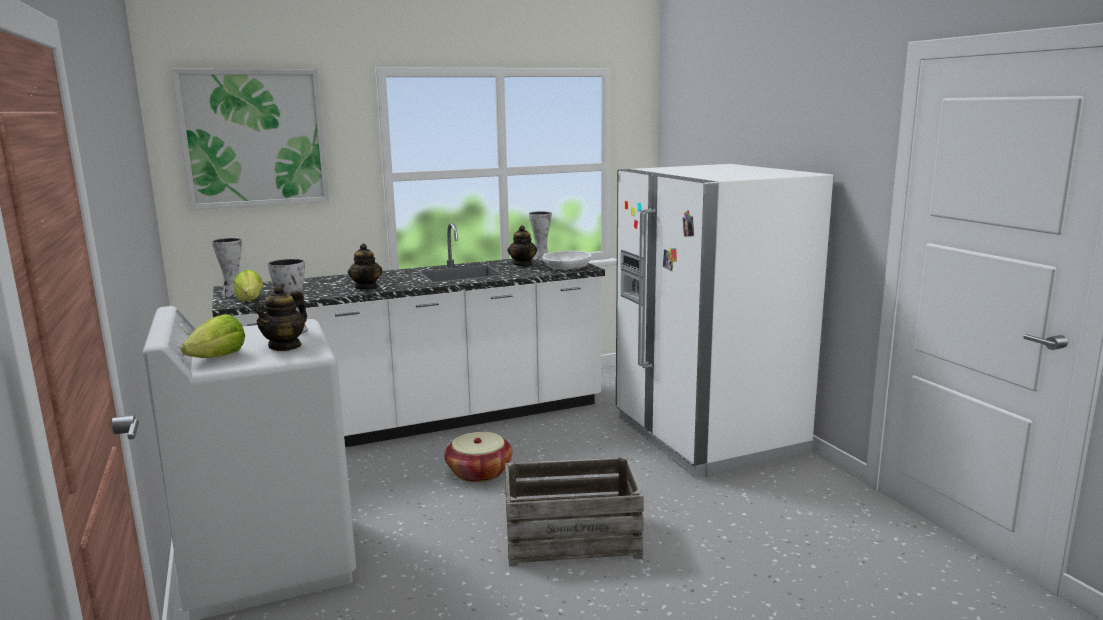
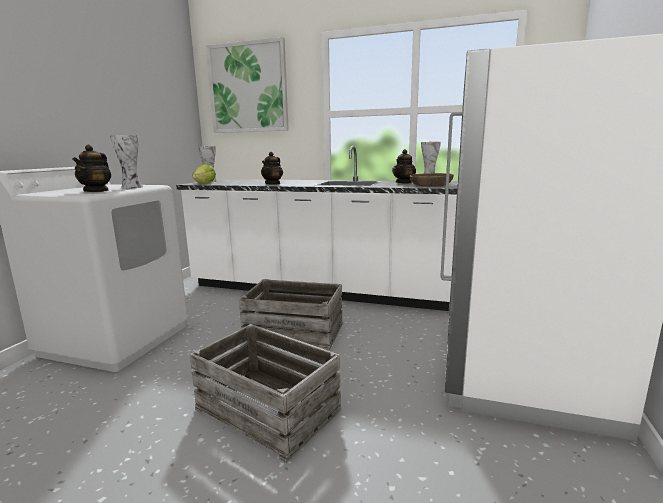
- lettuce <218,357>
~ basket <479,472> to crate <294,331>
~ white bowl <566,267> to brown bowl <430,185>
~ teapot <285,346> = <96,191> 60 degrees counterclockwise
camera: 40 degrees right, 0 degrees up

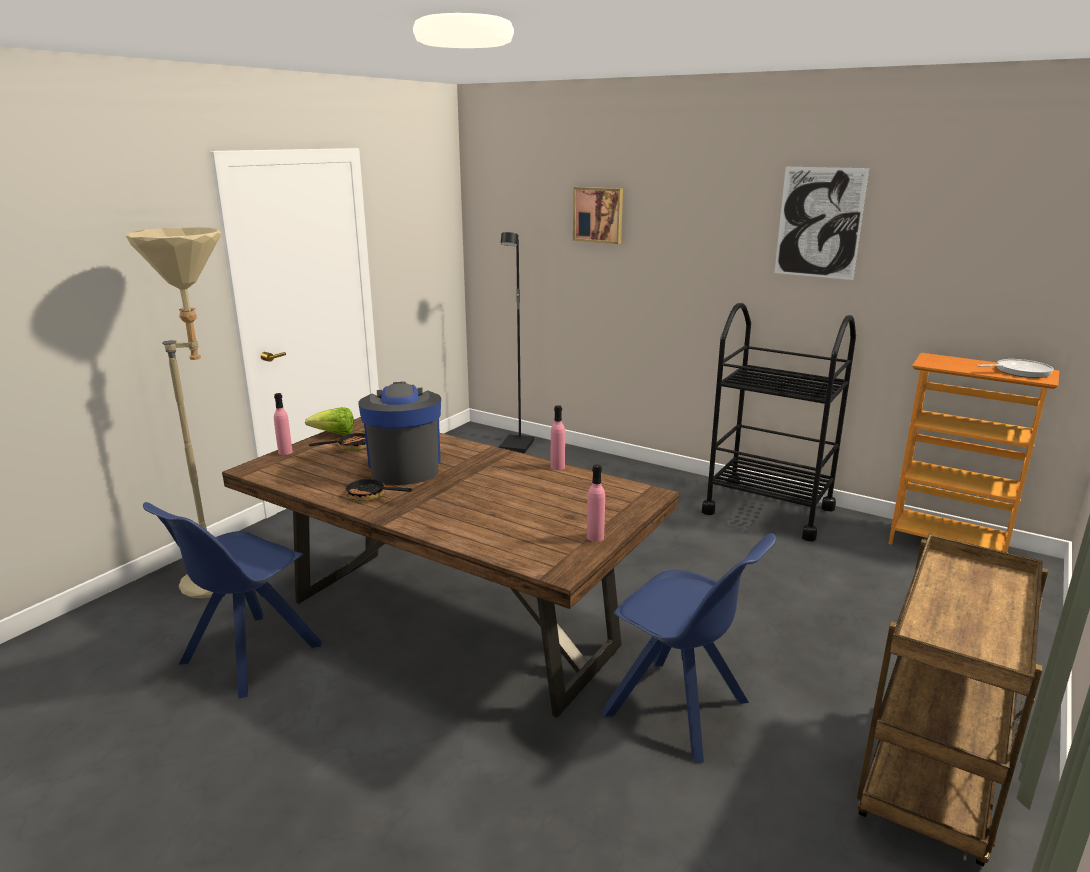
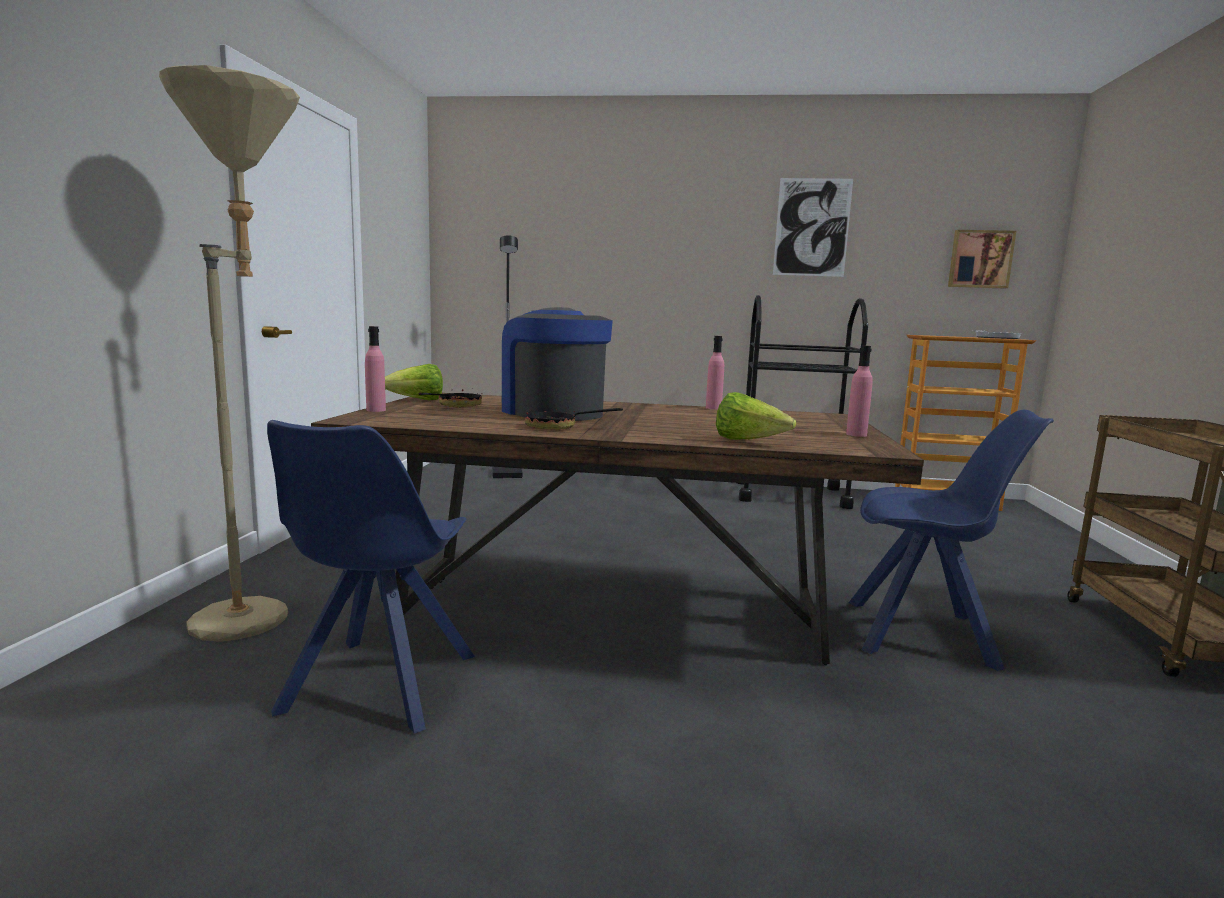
+ lettuce <748,441>
~ picture <598,215> to <980,259>
camera: 25 degrees left, 10 degrees down

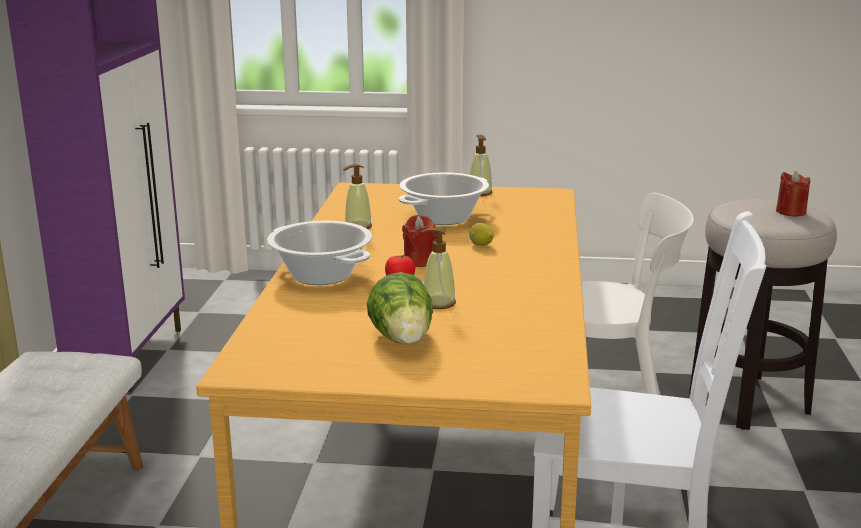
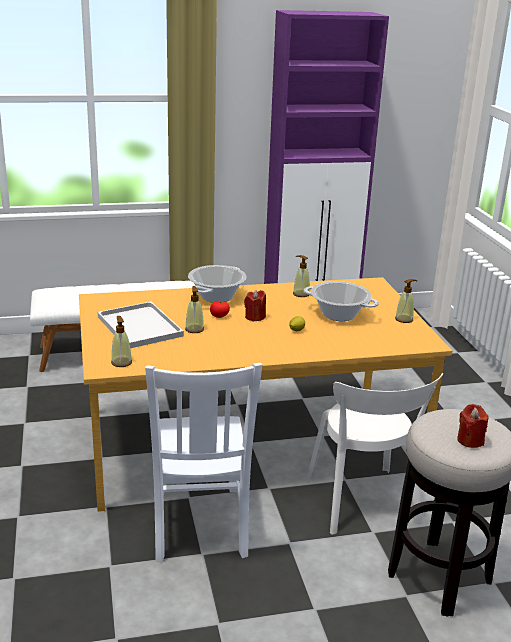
+ soap dispenser <121,362>
~ lettuce <403,340> to white tray <141,327>
camera: 70 degrees right, 5 degrees up

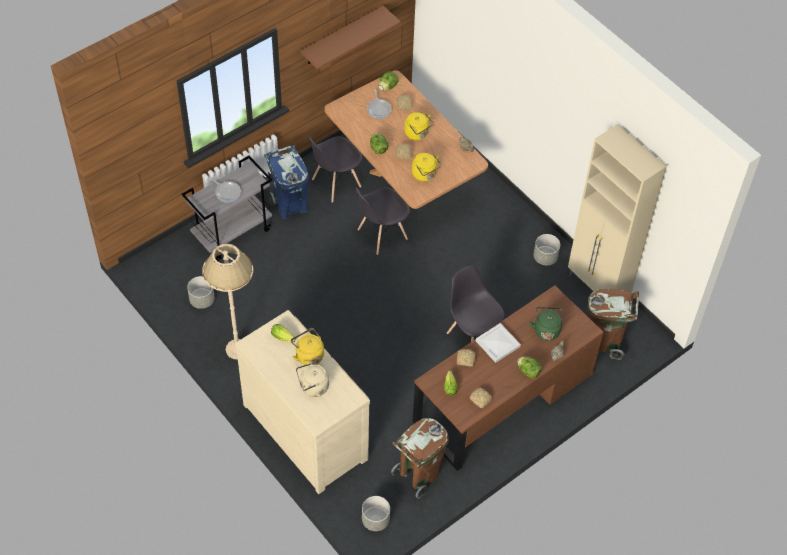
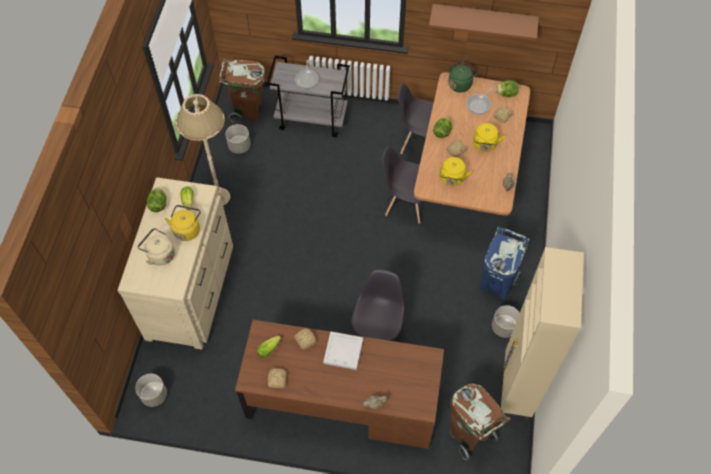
~ blue trash can <290,206> to <496,284>
~ brown trash can <418,475> to <248,110>
~ lettuce <528,371> to <158,205>
~ green kettle <546,329> to <460,84>
camera: 50 degrees right, 5 degrees up

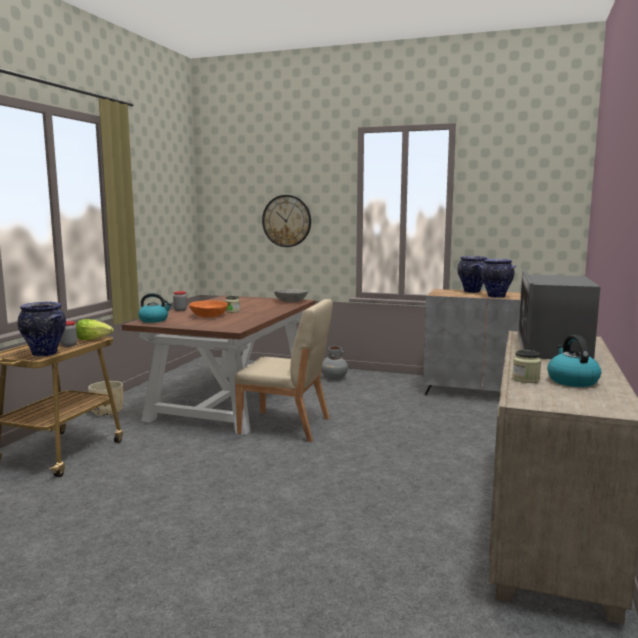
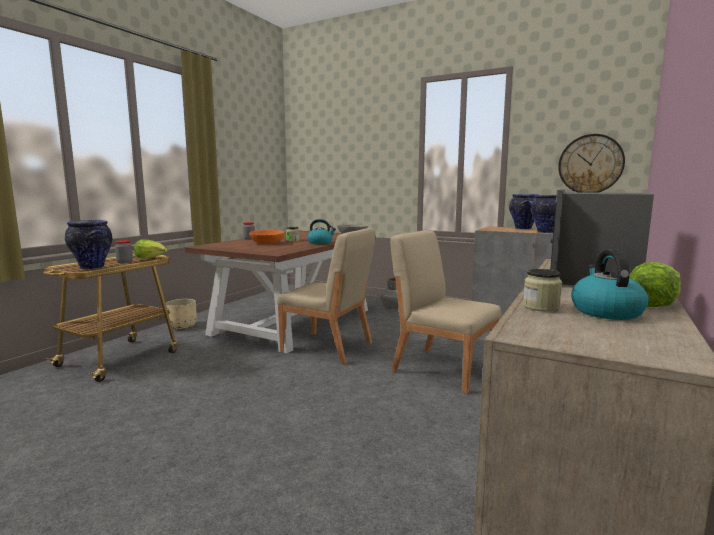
+ beige chair <442,369>
+ lettuce <654,303>
~ kettle <154,320> to <320,243>
~ wall clock <287,221> to <590,164>
camera: 10 degrees right, 0 degrees up

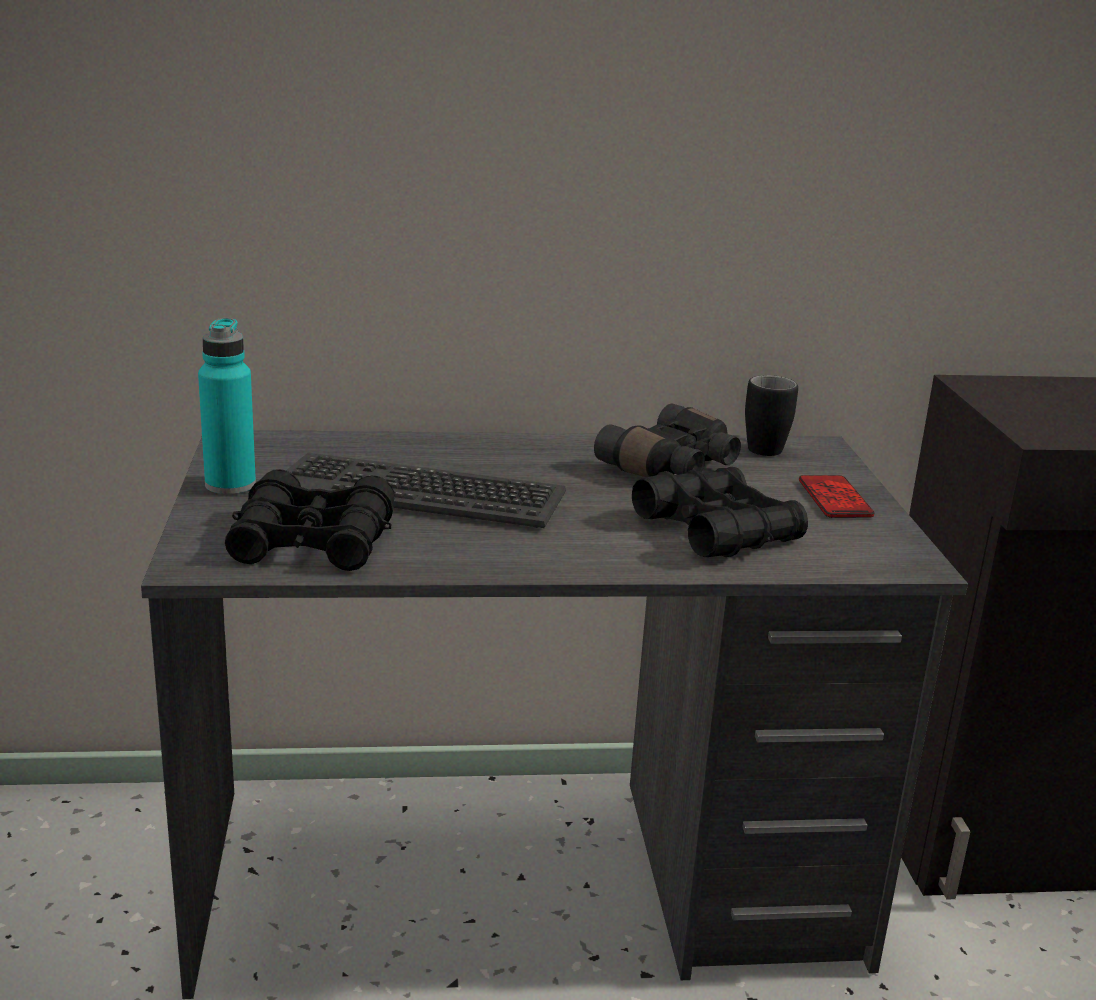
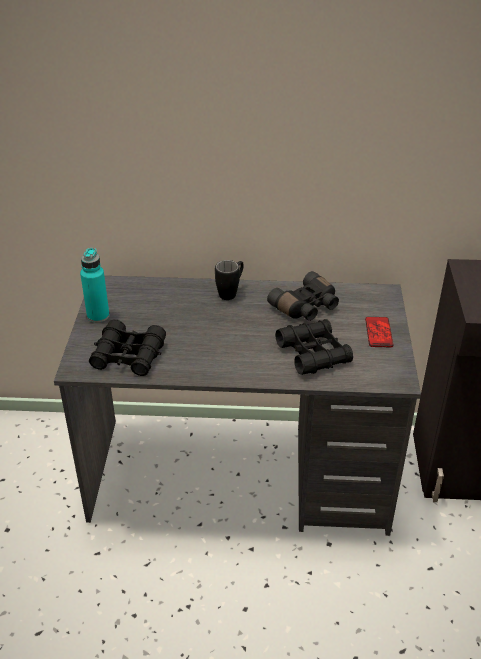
- keyboard <420,492>
~ black mug <769,446> to <231,292>
camera: 10 degrees right, 15 degrees up

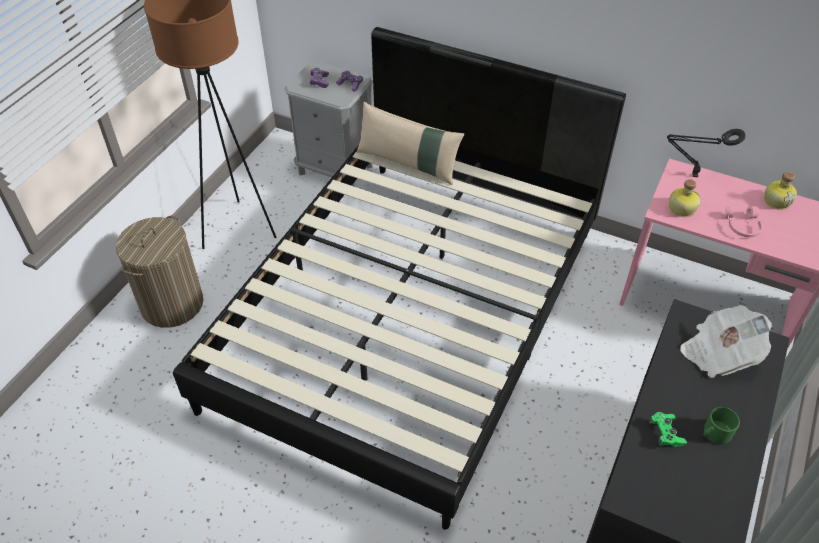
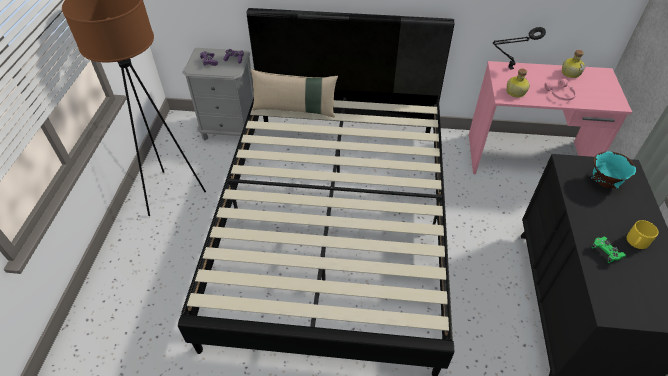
- laundry basket <172,304>
~ newspaper <719,353> to turquoise bowl <603,183>
~ green mug <714,433> to yellow mug <636,242>
camera: 20 degrees left, 0 degrees up

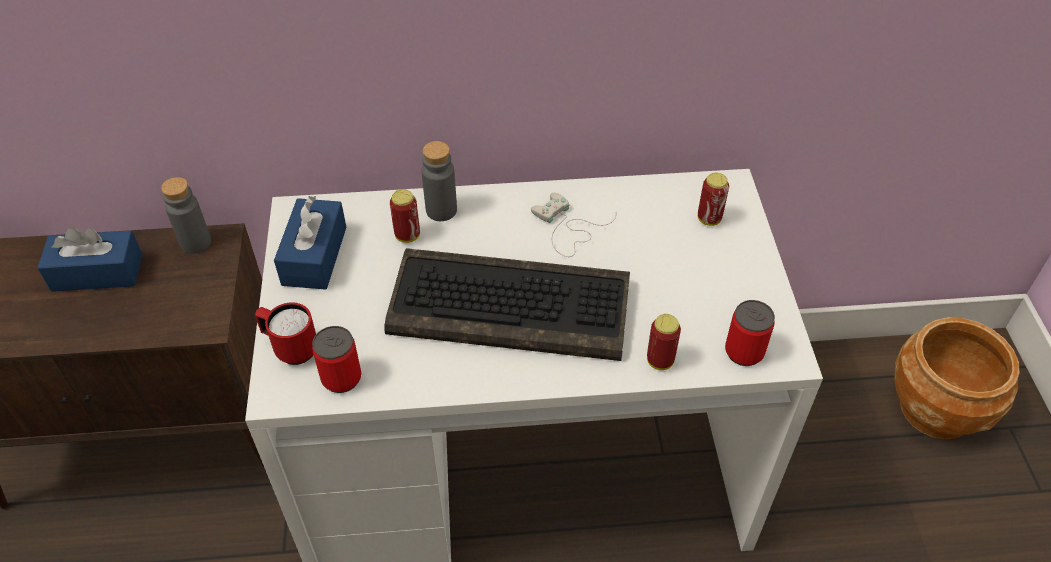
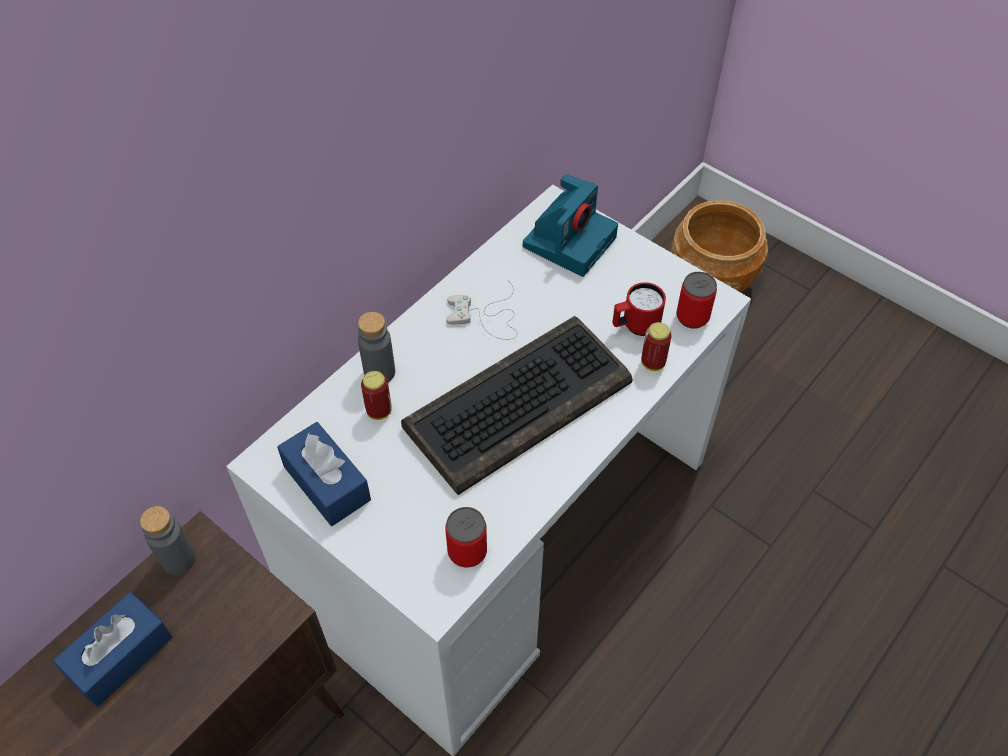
~ red mug <291,348> to <635,326>
~ can <709,219> to photo camera <570,240>
camera: 45 degrees left, 5 degrees up

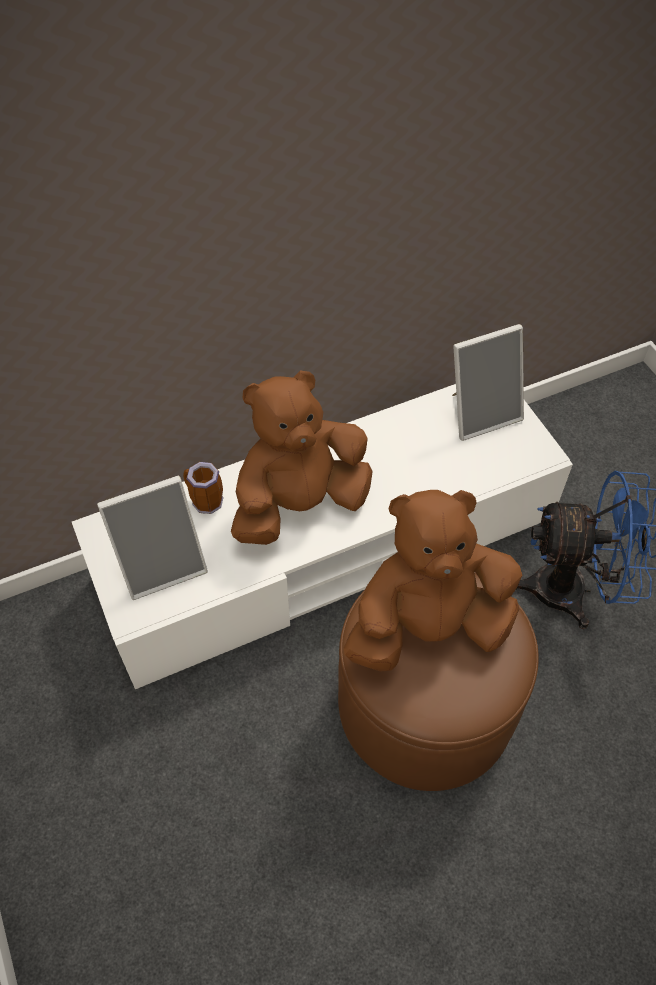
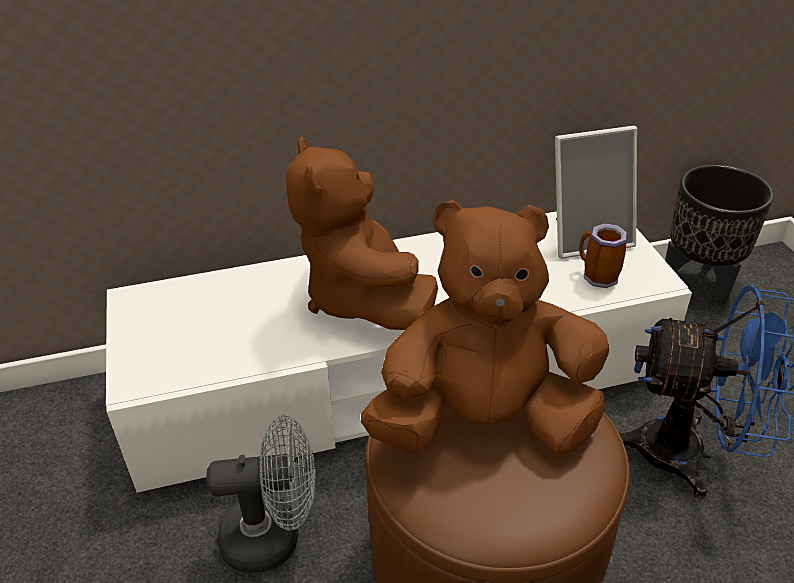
- picture frame <162,563>
+ grey fan <274,536>
+ black planter <698,283>
~ mug <204,502> to <596,277>
~ brown plush toy <299,503> = <361,298> 90 degrees counterclockwise
camera: 10 degrees right, 15 degrees down

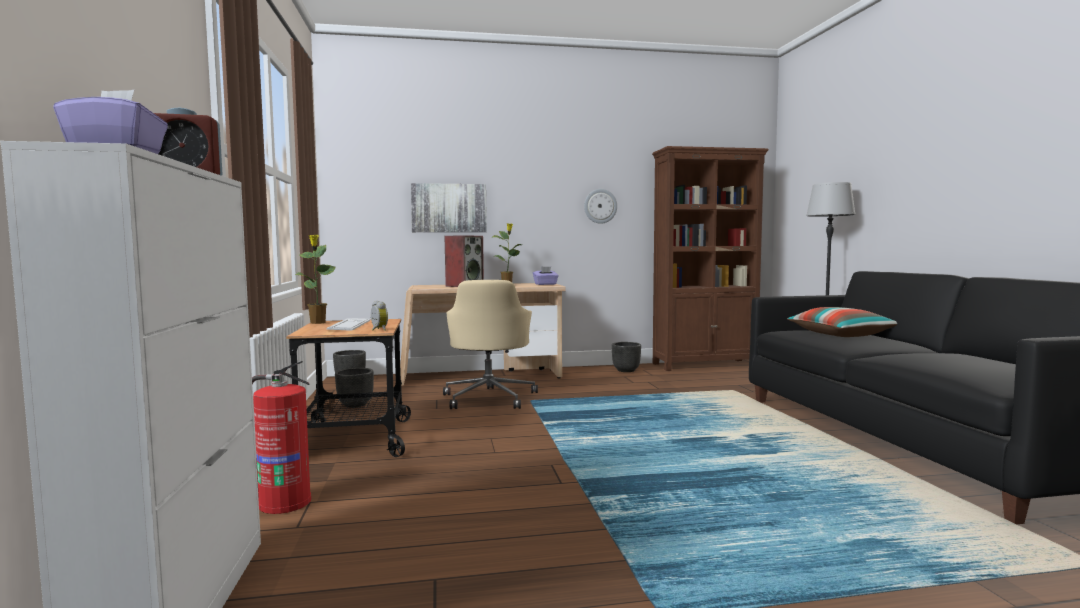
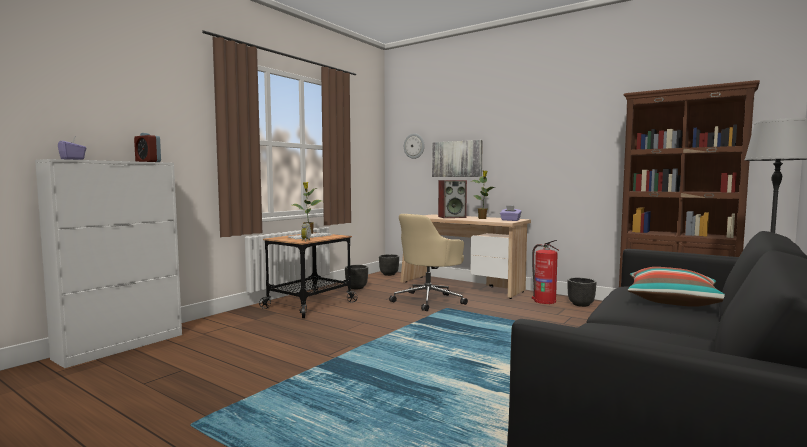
~ fire extinguisher <283,503> to <544,301>
~ wall clock <600,206> to <414,146>
camera: 45 degrees right, 0 degrees up

